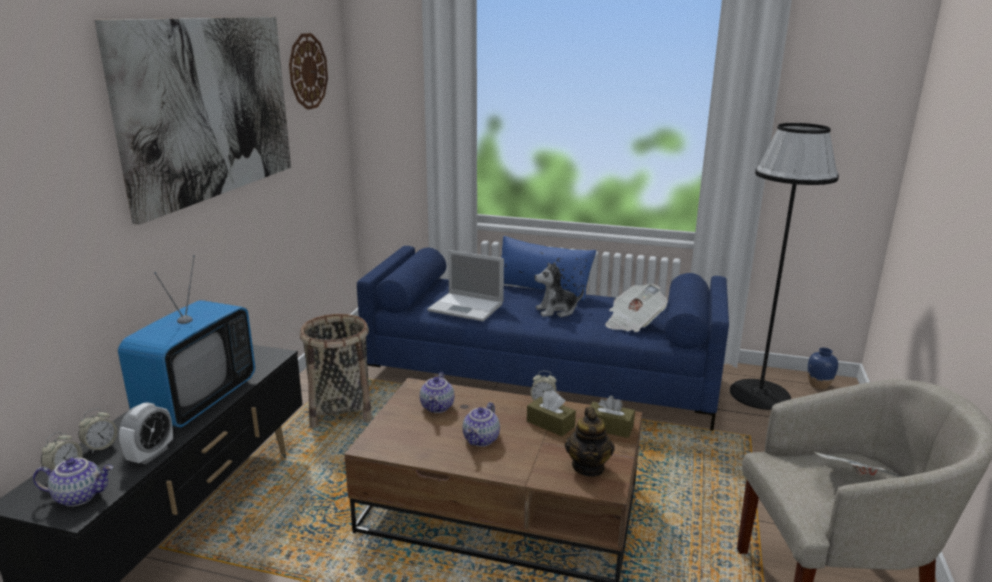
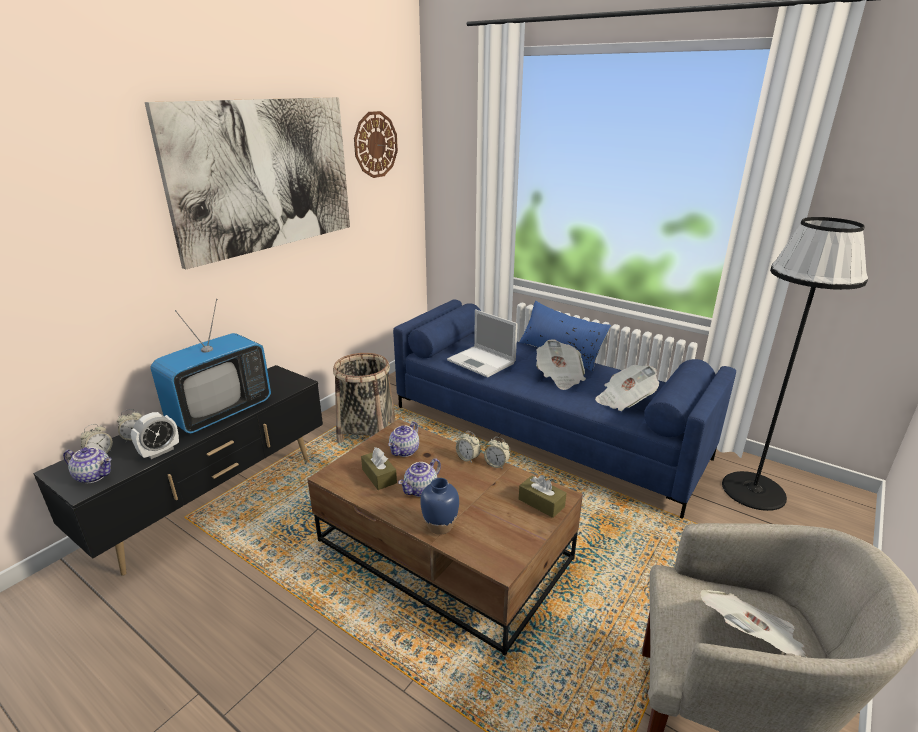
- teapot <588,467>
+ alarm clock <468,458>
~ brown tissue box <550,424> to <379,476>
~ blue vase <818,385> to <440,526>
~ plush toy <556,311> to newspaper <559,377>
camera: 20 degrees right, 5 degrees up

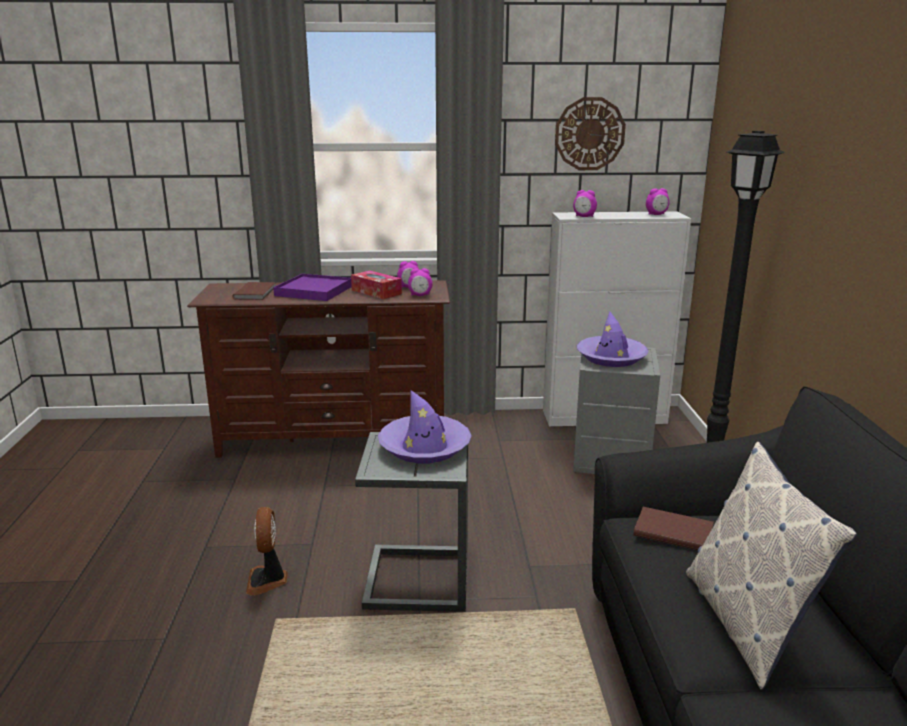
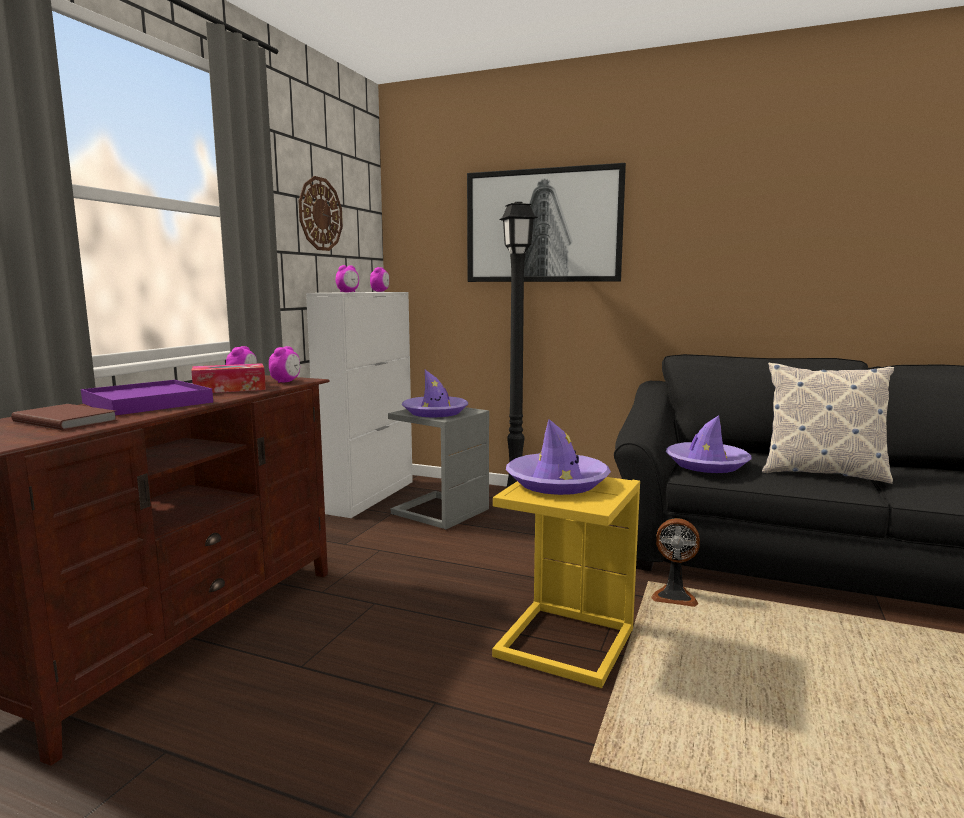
+ picture <543,226>
~ fan <267,580> to <674,596>
~ brown book <672,531> to purple hat <706,464>
~ grey side table <415,579> to yellow side table <562,645>
camera: 65 degrees left, 10 degrees down

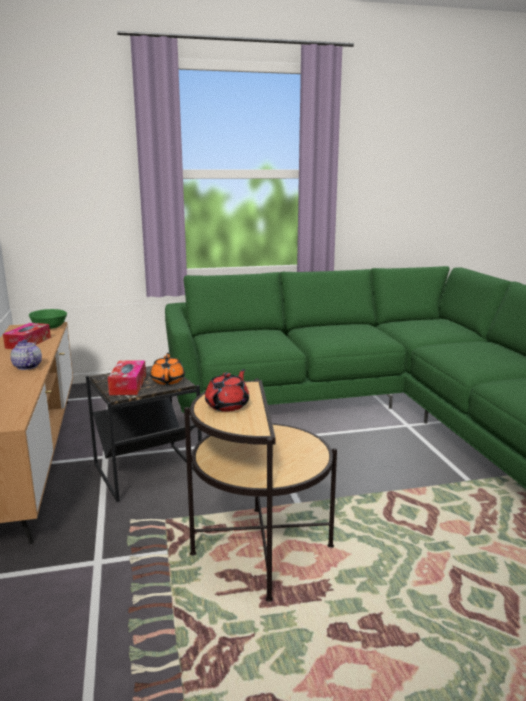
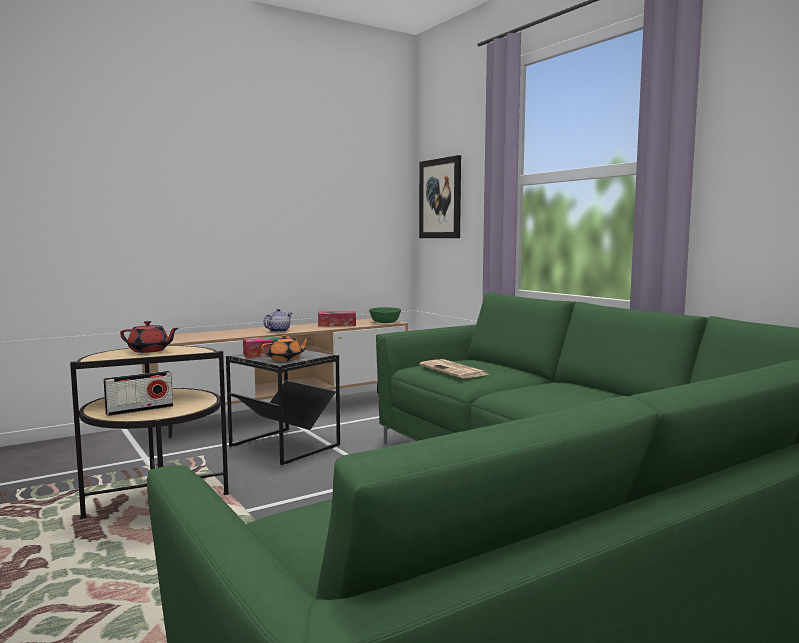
+ radio <140,410>
+ picture <440,198>
+ newspaper <454,370>
camera: 70 degrees right, 10 degrees down

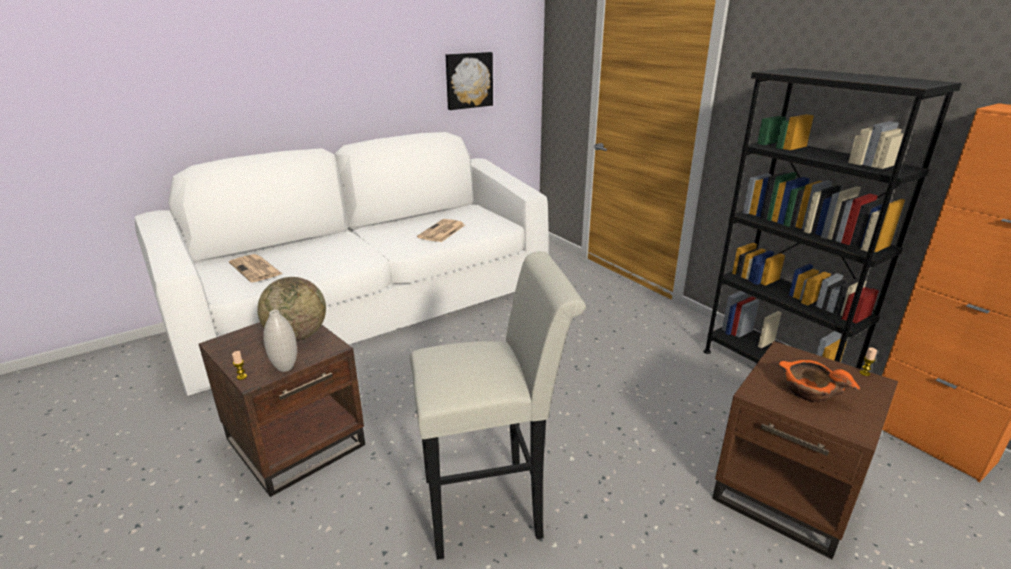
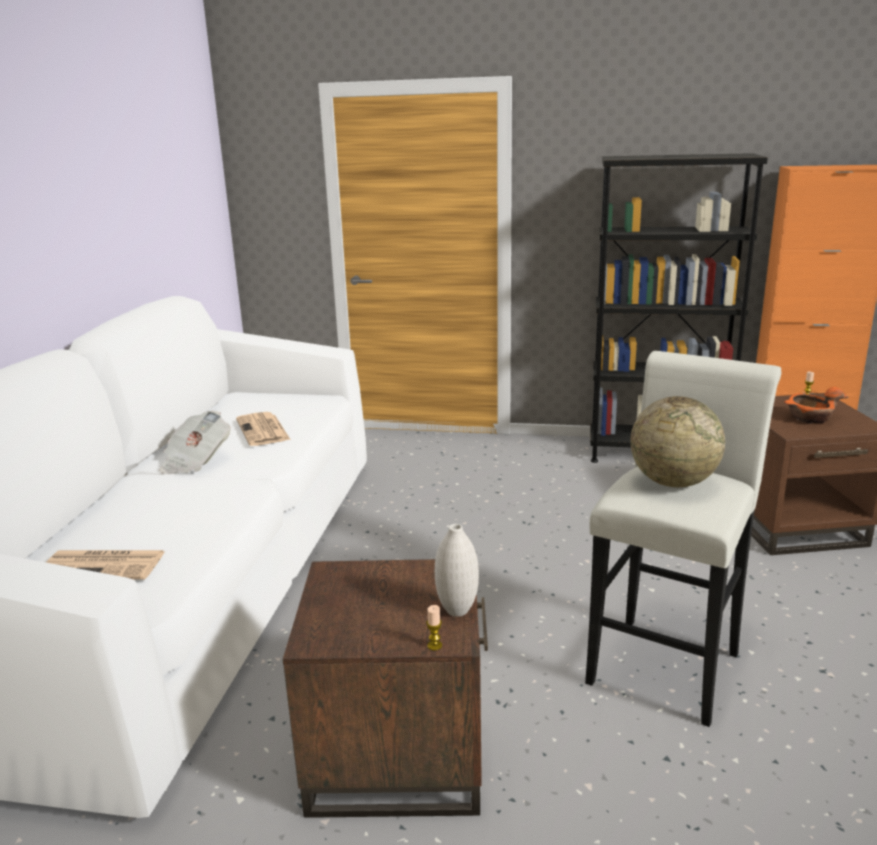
- picture <468,80>
+ newspaper <195,461>
~ globe <297,336> to <673,482>
camera: 45 degrees left, 5 degrees down

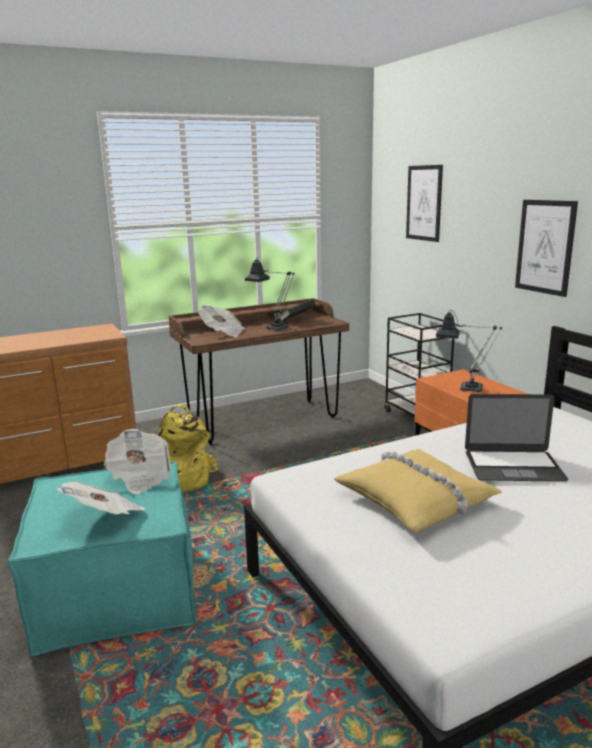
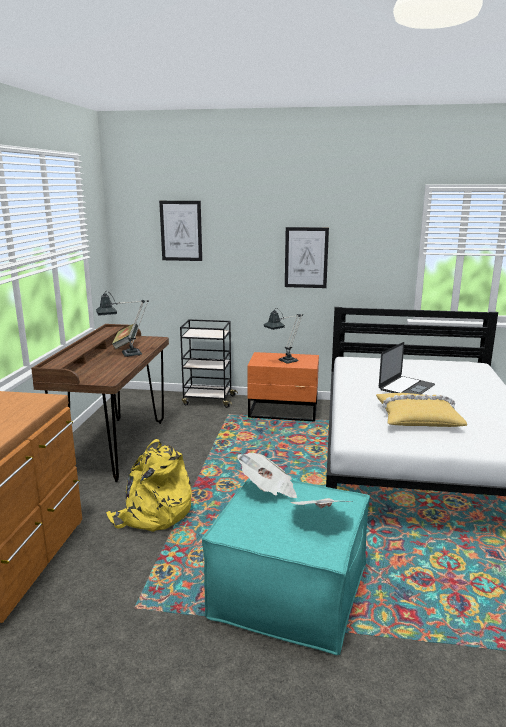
- newspaper <222,332>
camera: 55 degrees left, 0 degrees up

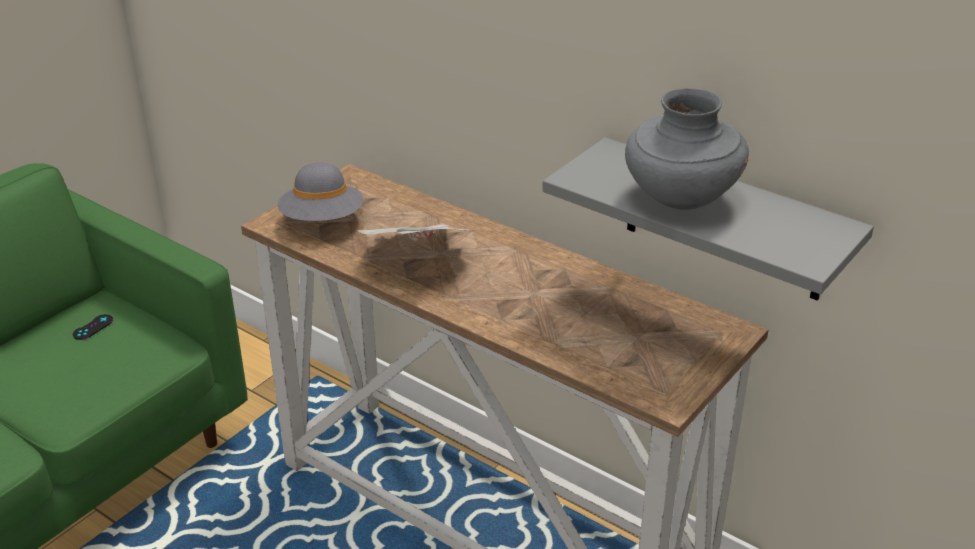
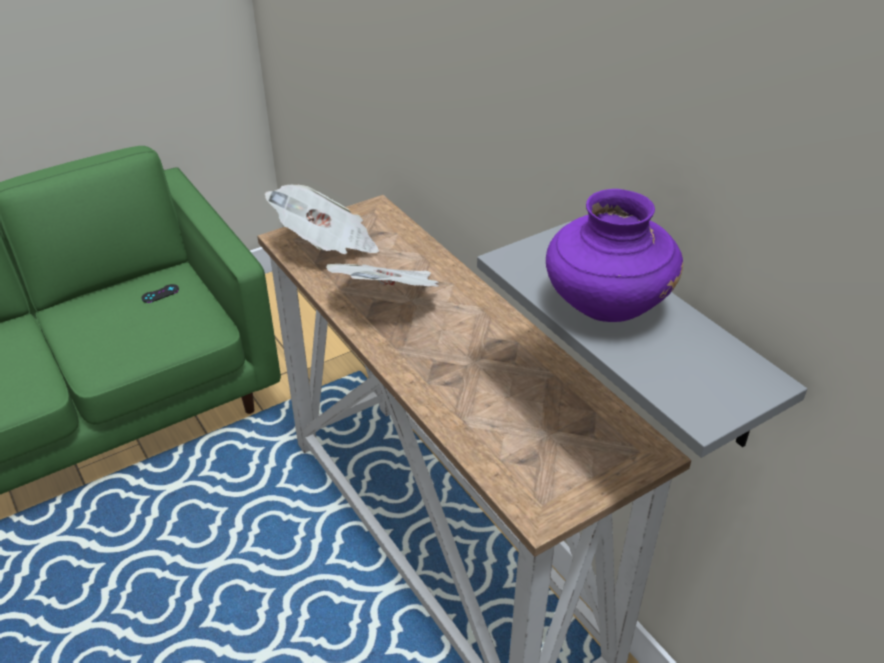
~ grey hat <322,220> to newspaper <327,245>
~ grey vase <680,198> to purple vase <605,306>
camera: 20 degrees right, 5 degrees up

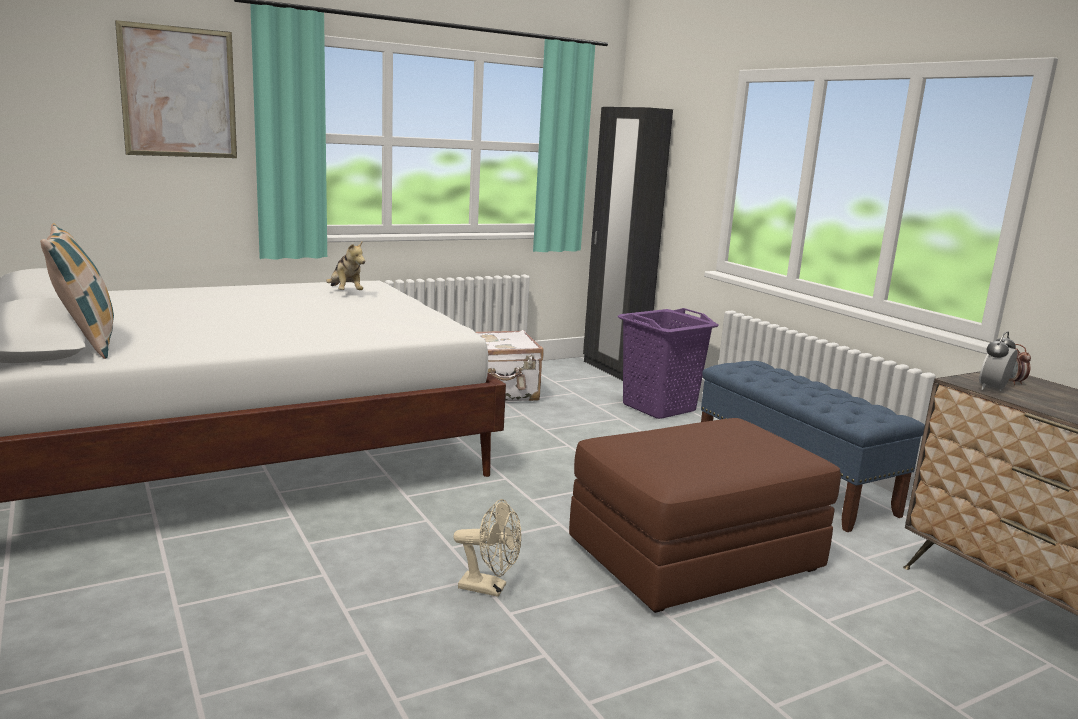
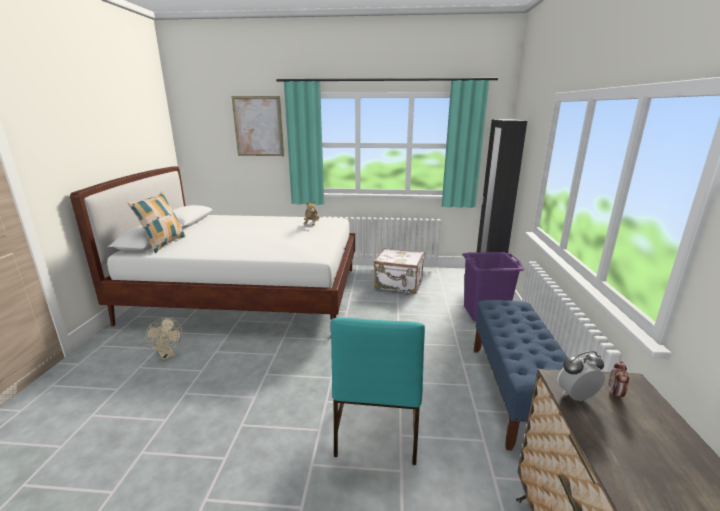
~ beige fan <489,588> to <168,355>
~ brown ottoman <693,556> to turquoise chair <376,427>
camera: 35 degrees right, 5 degrees up

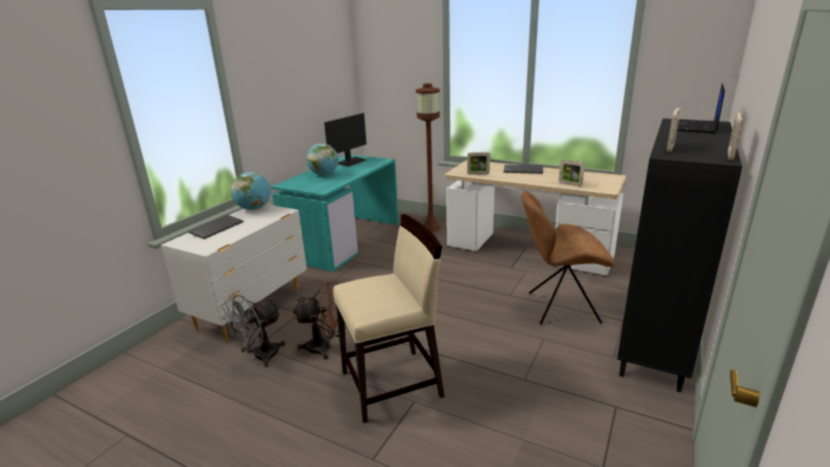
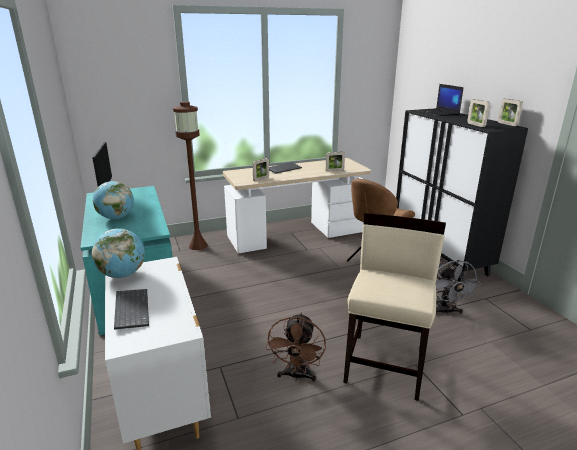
~ grey fan <260,357> to <446,311>
~ brown fan <325,347> = <297,376> 150 degrees clockwise
camera: 50 degrees left, 0 degrees up

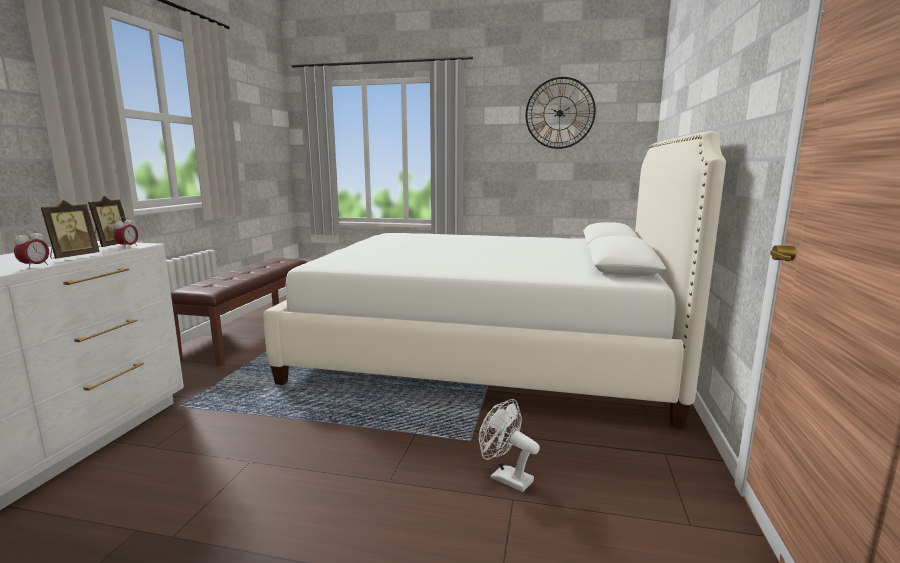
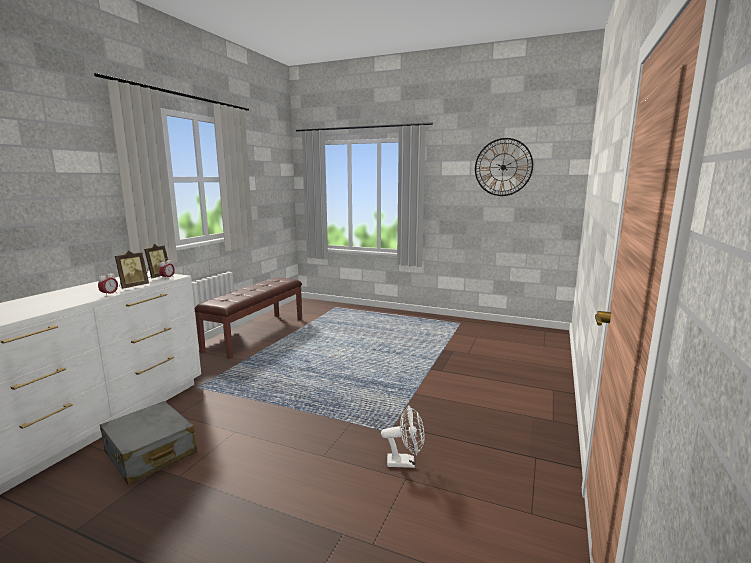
- white bed <486,351>
+ grey suitcase <150,453>
~ white fan <505,477> = <405,462> 135 degrees clockwise
camera: 10 degrees right, 0 degrees up

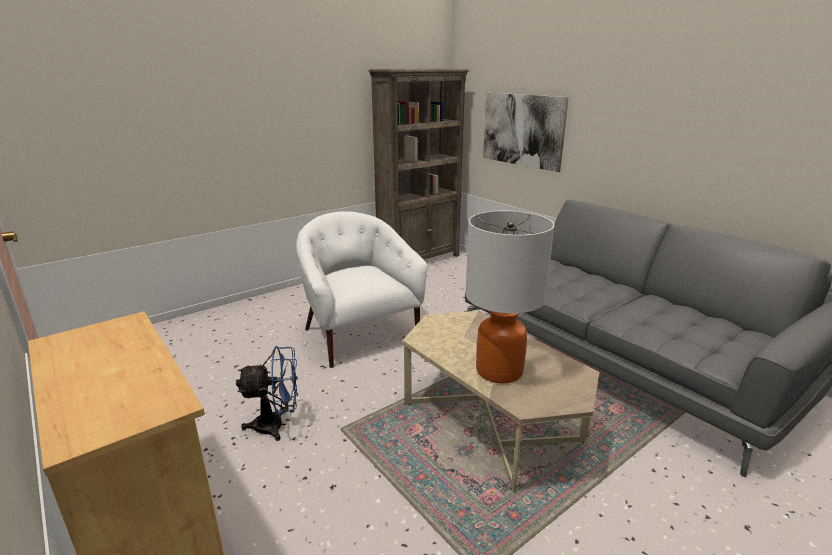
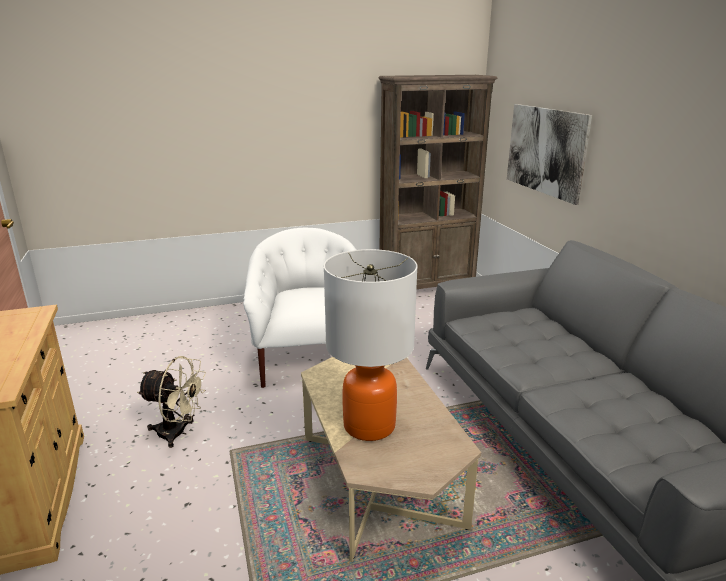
~ blue fan <277,425> to beige fan <178,433>
camera: 20 degrees right, 0 degrees up

